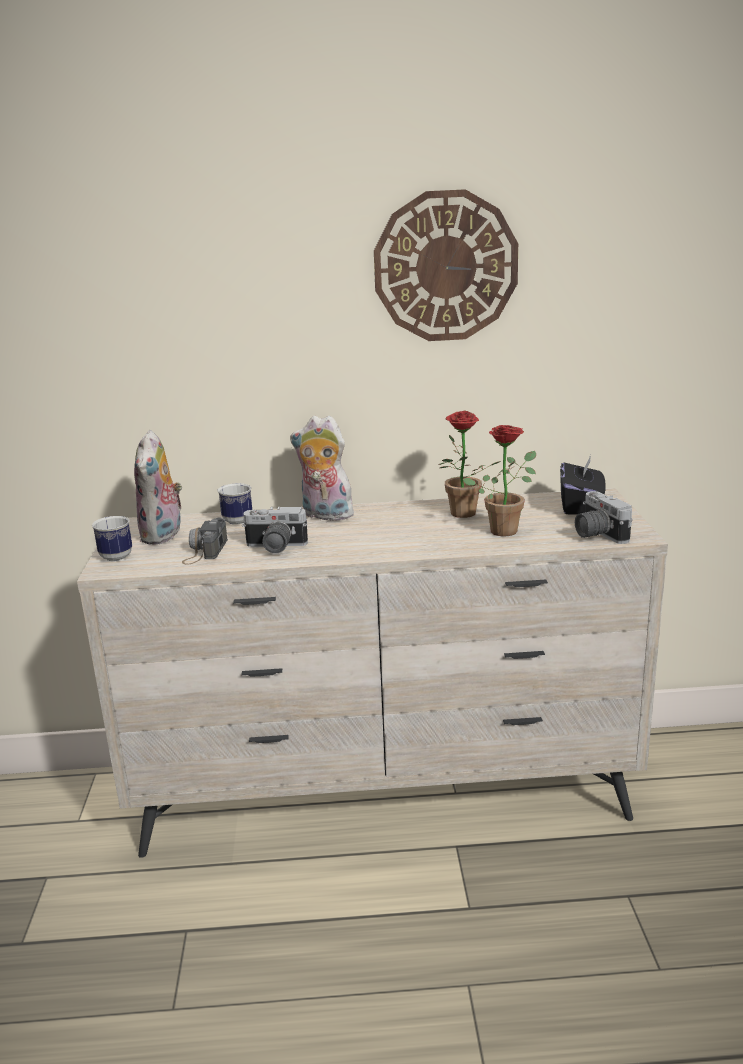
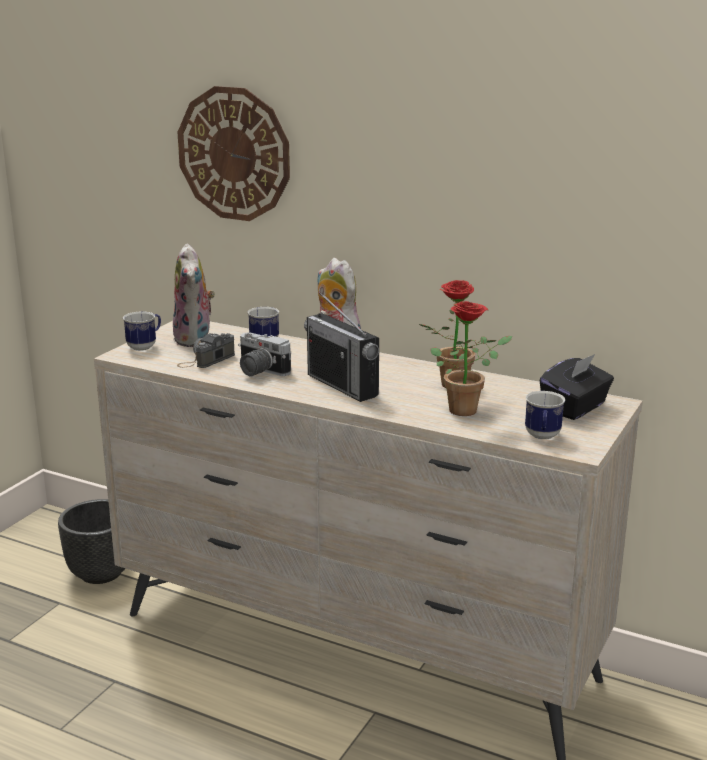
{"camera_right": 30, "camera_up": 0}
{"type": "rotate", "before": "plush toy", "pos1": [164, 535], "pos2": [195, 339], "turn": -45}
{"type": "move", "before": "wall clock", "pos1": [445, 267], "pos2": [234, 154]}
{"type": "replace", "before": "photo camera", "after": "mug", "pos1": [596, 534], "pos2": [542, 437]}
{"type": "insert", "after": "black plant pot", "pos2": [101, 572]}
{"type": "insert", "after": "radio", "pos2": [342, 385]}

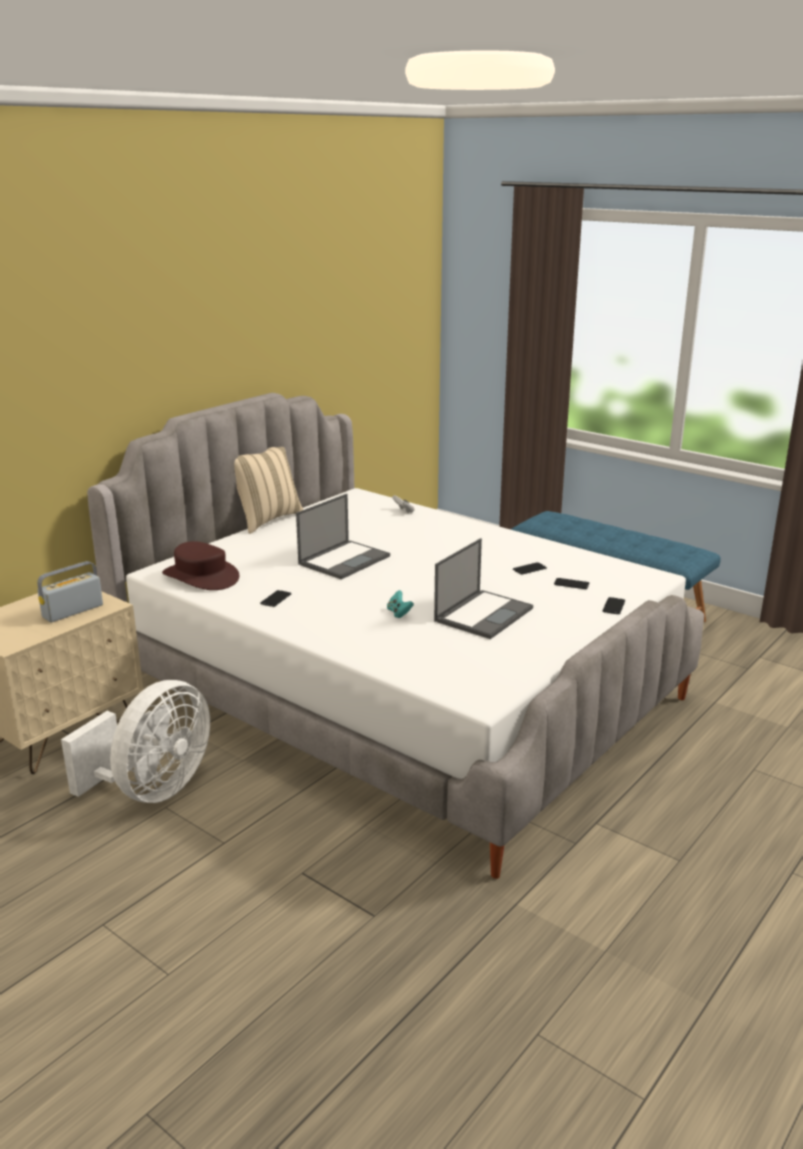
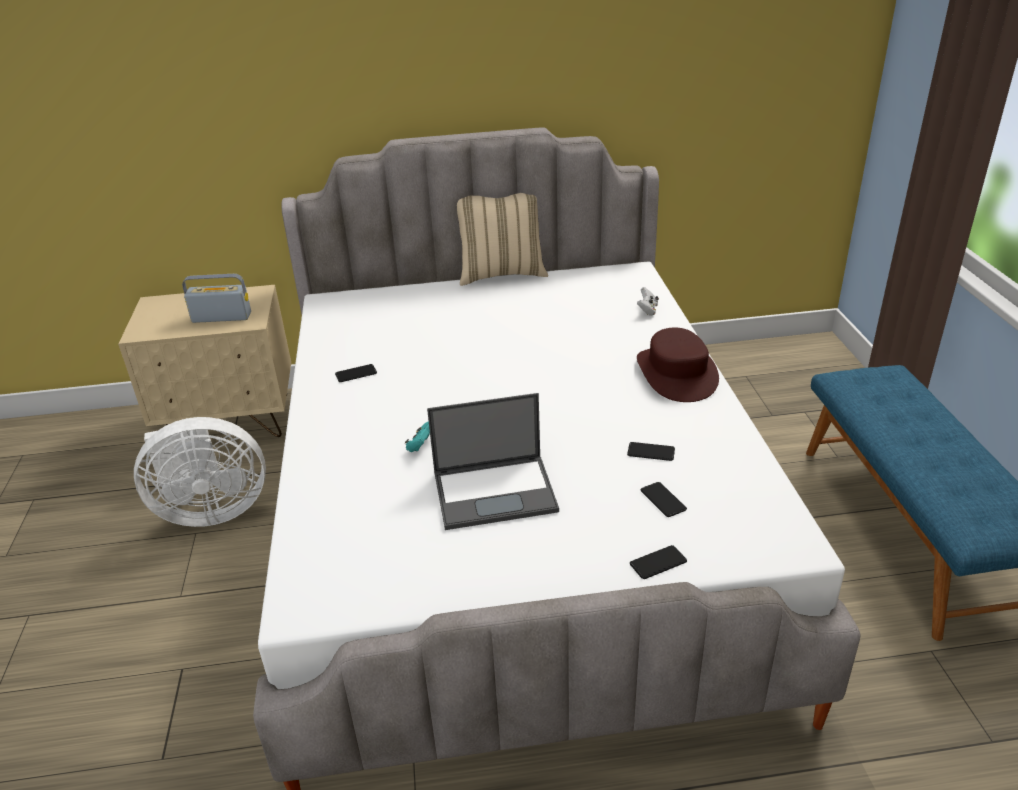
{"camera_right": 45, "camera_up": 10}
{"type": "move", "before": "brown-coloured wearable hat", "pos1": [201, 576], "pos2": [677, 374]}
{"type": "delete", "before": "notebook computer", "pos1": [344, 560]}

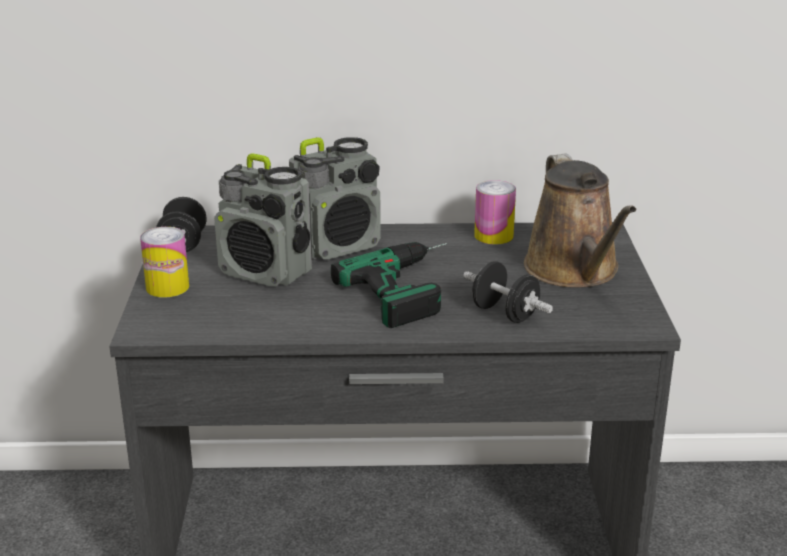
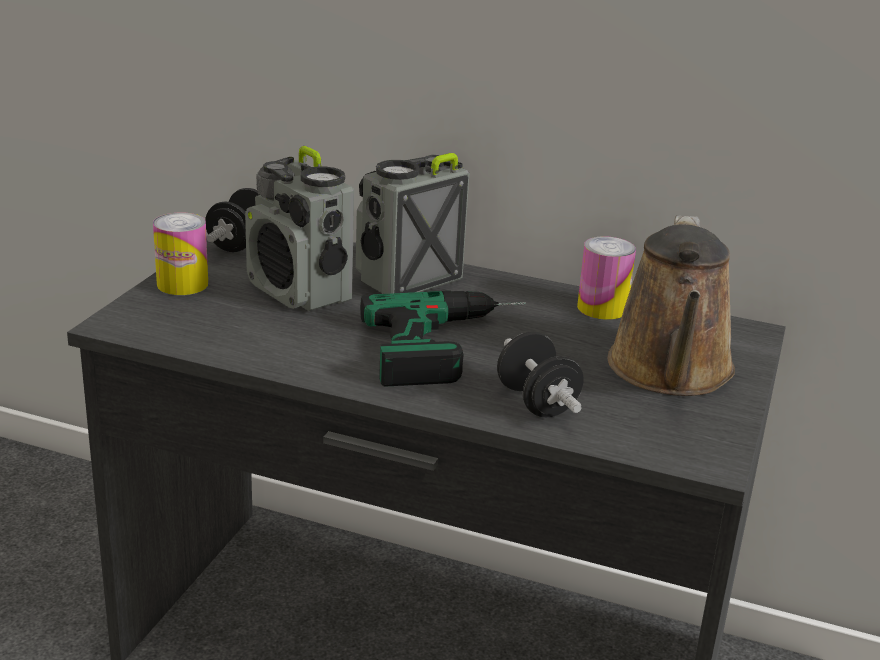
{"camera_right": 20, "camera_up": 0}
{"type": "rotate", "before": "radio", "pos1": [338, 246], "pos2": [407, 281], "turn": 150}

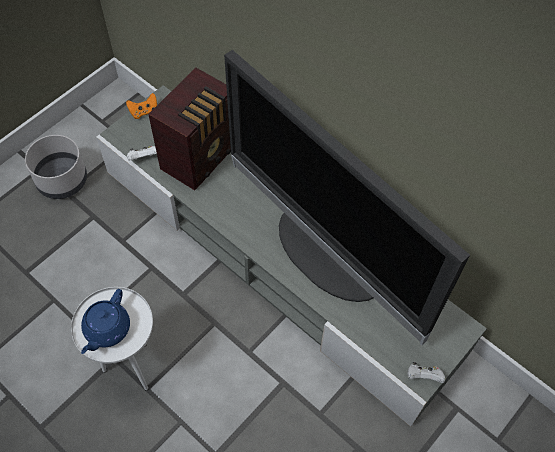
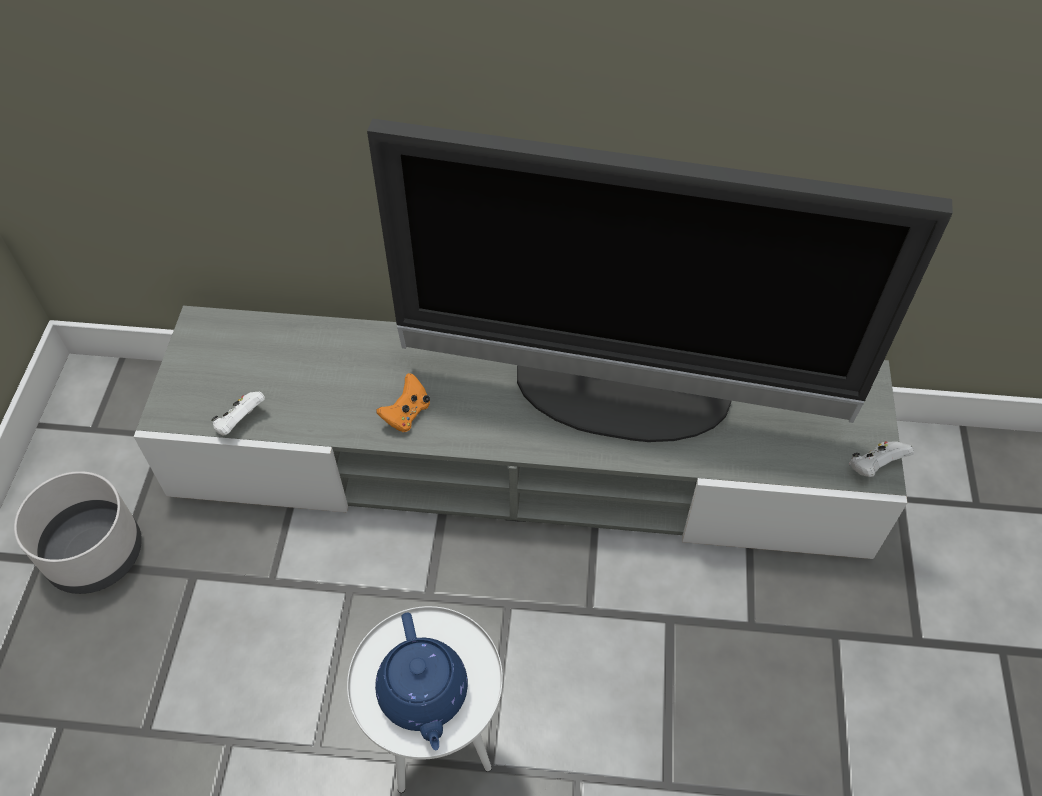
{"camera_right": -35, "camera_up": -5}
{"type": "move", "before": "orange game controller", "pos1": [144, 112], "pos2": [406, 414]}
{"type": "delete", "before": "radio", "pos1": [201, 157]}

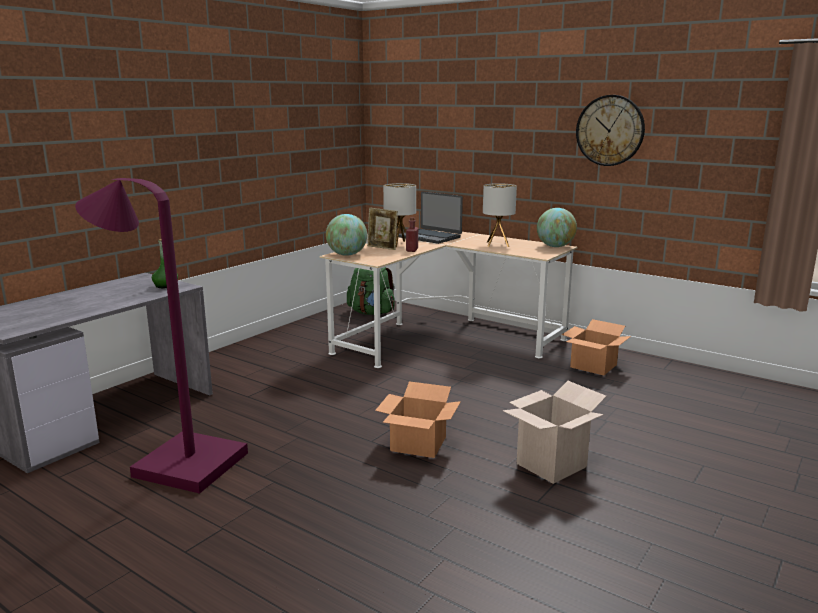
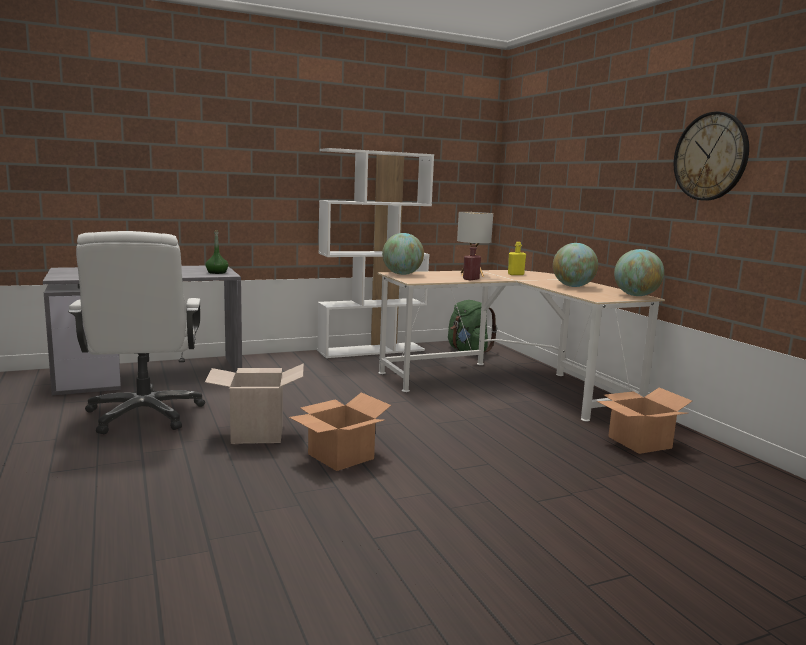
{"camera_right": 30, "camera_up": -5}
{"type": "replace", "before": "purple standing lamp", "after": "white-coloured computer chair", "pos1": [177, 462], "pos2": [145, 415]}
{"type": "delete", "before": "photo frame", "pos1": [382, 248]}
{"type": "replace", "before": "notebook computer", "after": "yellow-coloured drink bottle", "pos1": [430, 237], "pos2": [515, 274]}
{"type": "replace", "before": "table lamp", "after": "desk globe", "pos1": [497, 244], "pos2": [573, 286]}
{"type": "move", "before": "packing box", "pos1": [551, 465], "pos2": [257, 434]}
{"type": "insert", "after": "white-coloured bookcase", "pos2": [372, 350]}

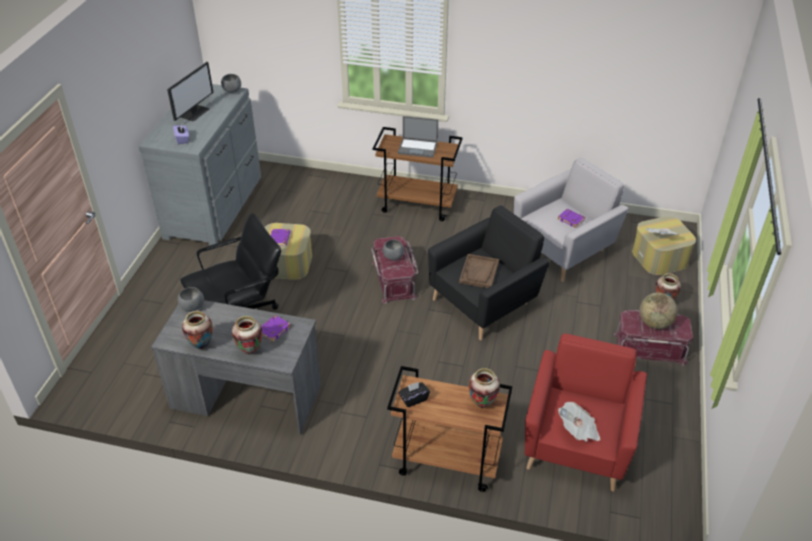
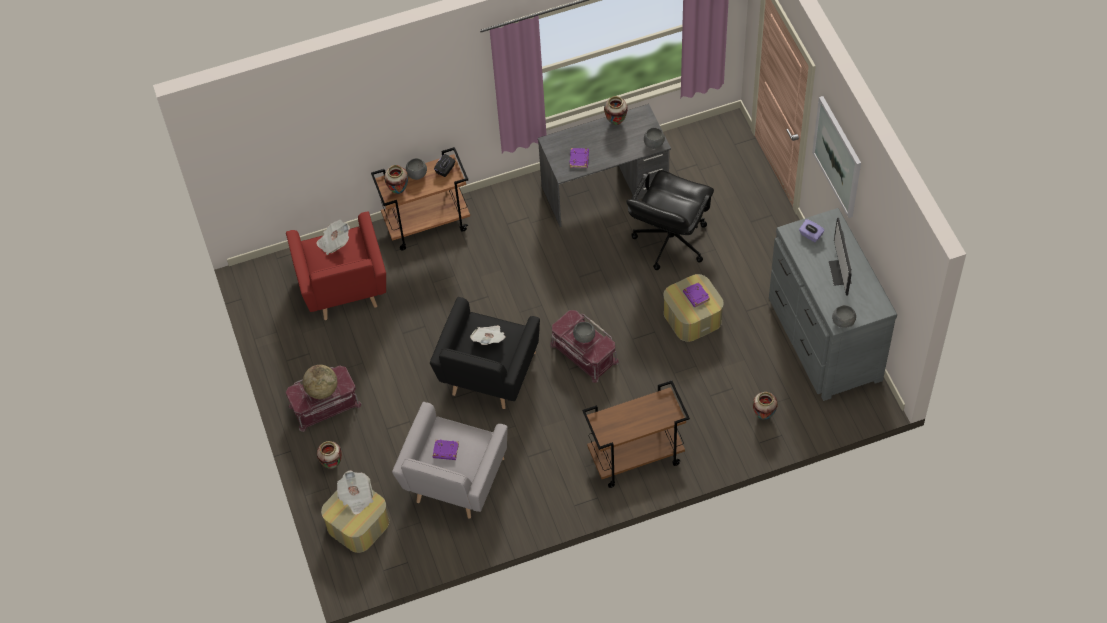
{"camera_right": 150, "camera_up": 15}
{"type": "move", "before": "decorative vase", "pos1": [250, 351], "pos2": [763, 416]}
{"type": "delete", "before": "notebook computer", "pos1": [418, 148]}
{"type": "replace", "before": "brown-coloured carrying tray", "after": "daily paper", "pos1": [479, 272], "pos2": [489, 339]}
{"type": "insert", "after": "grey deep dish", "pos2": [417, 174]}
{"type": "insert", "after": "wall art", "pos2": [837, 156]}

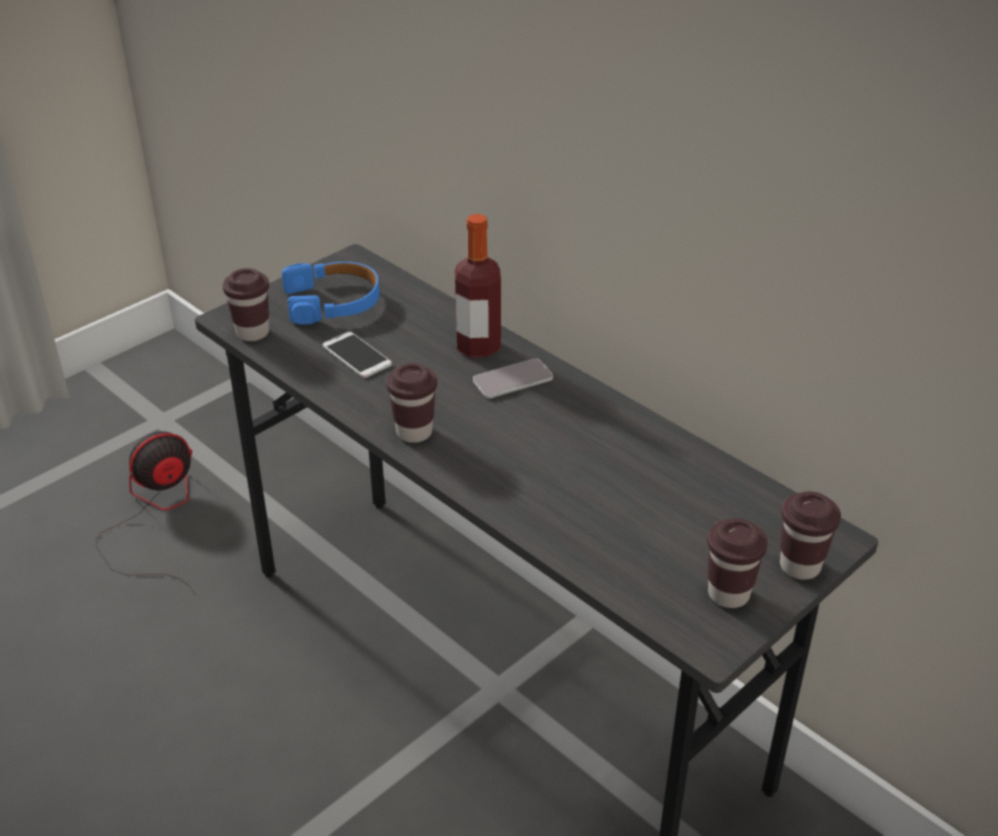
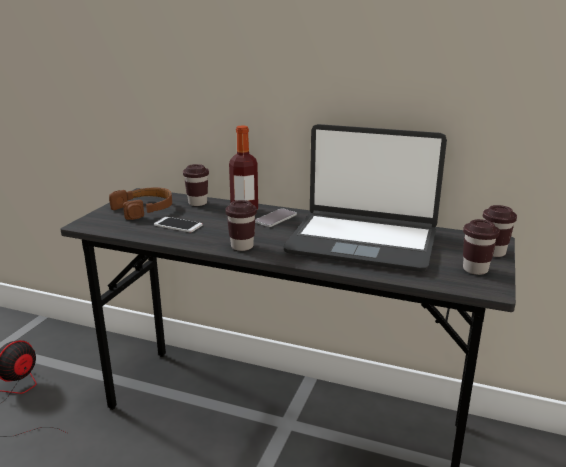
{"camera_right": -25, "camera_up": -15}
{"type": "move", "before": "brown-coloured small cup", "pos1": [252, 333], "pos2": [197, 203]}
{"type": "recolor", "before": "bluish headset", "after": "brown-coloured headset", "pos1": [333, 302], "pos2": [144, 209]}
{"type": "insert", "after": "notebook computer", "pos2": [362, 242]}

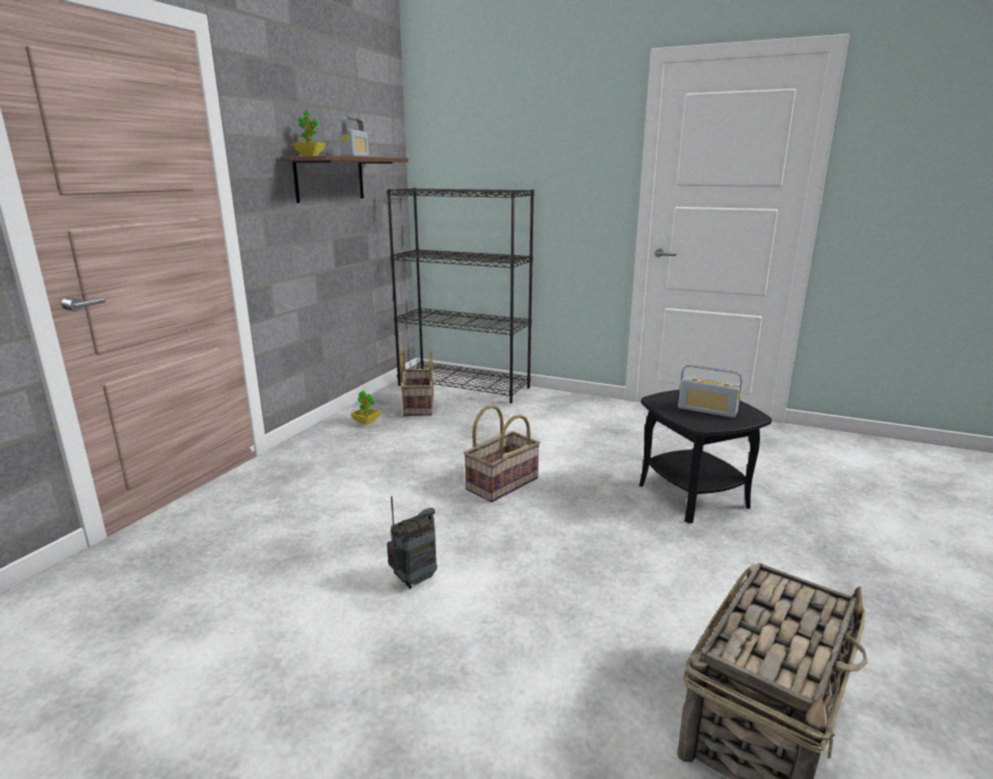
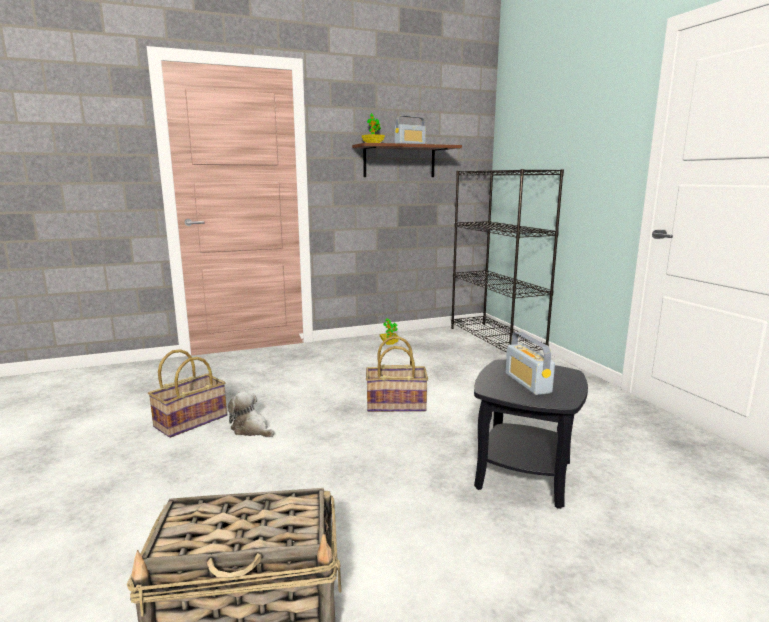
{"camera_right": 45, "camera_up": -5}
{"type": "replace", "before": "radio", "after": "plush toy", "pos1": [416, 580], "pos2": [251, 429]}
{"type": "move", "before": "basket", "pos1": [418, 406], "pos2": [191, 421]}

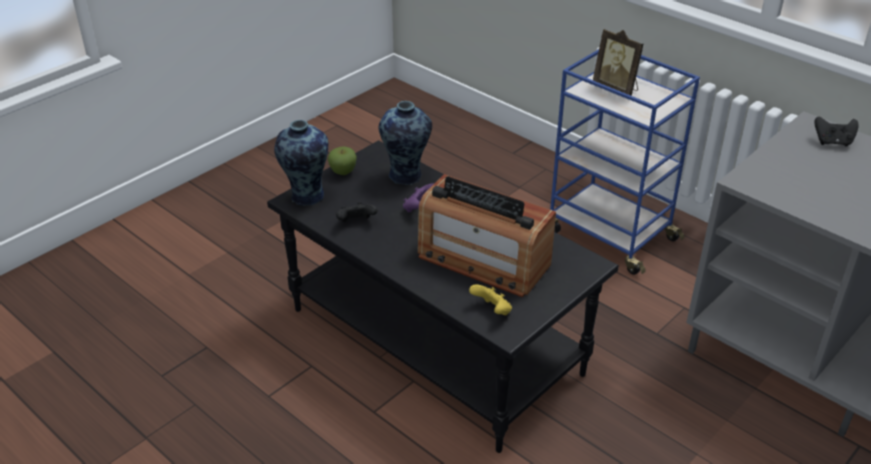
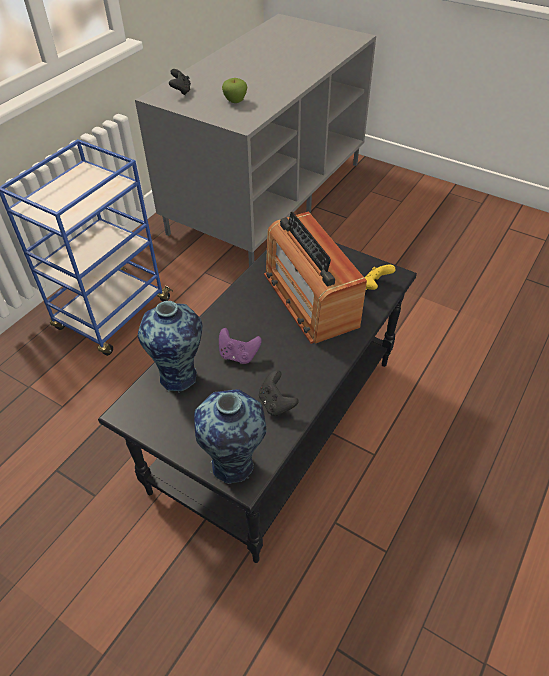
{"camera_right": -100, "camera_up": 10}
{"type": "move", "before": "apple fruit", "pos1": [343, 172], "pos2": [235, 101]}
{"type": "rotate", "before": "radio", "pos1": [483, 260], "pos2": [310, 299], "turn": 135}
{"type": "delete", "before": "photo frame", "pos1": [616, 89]}

